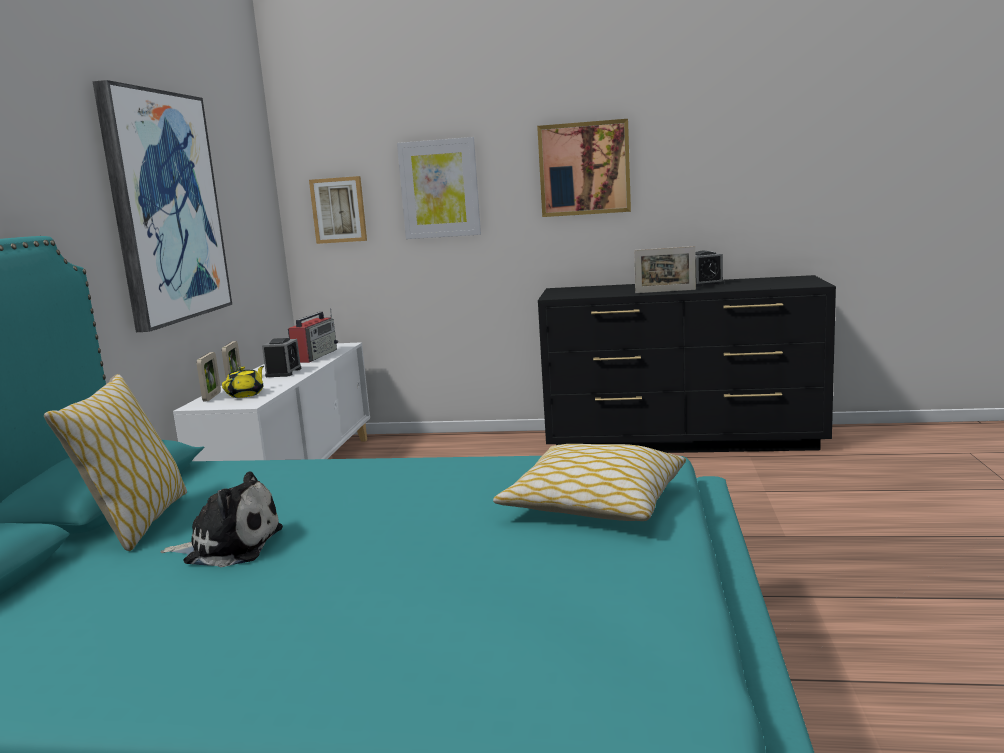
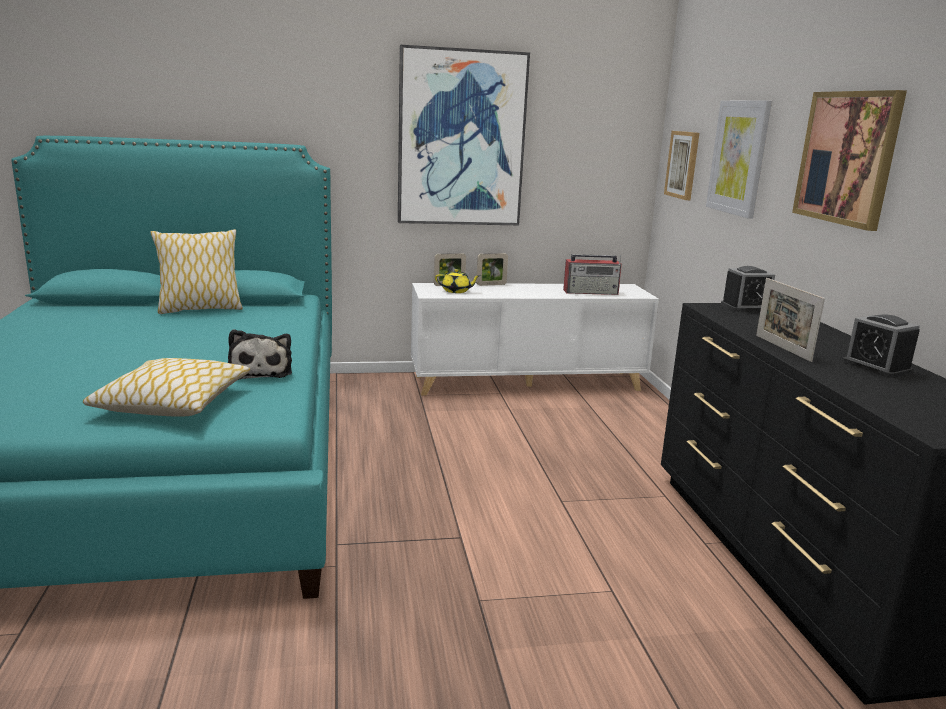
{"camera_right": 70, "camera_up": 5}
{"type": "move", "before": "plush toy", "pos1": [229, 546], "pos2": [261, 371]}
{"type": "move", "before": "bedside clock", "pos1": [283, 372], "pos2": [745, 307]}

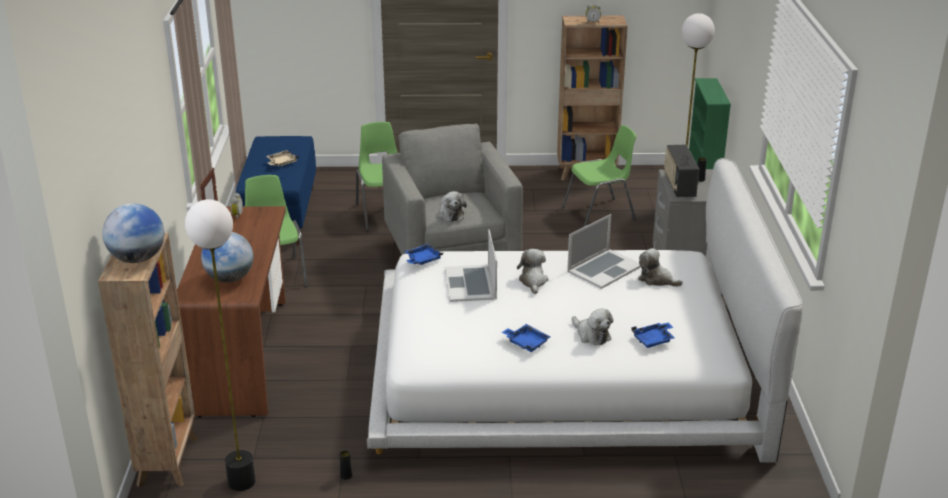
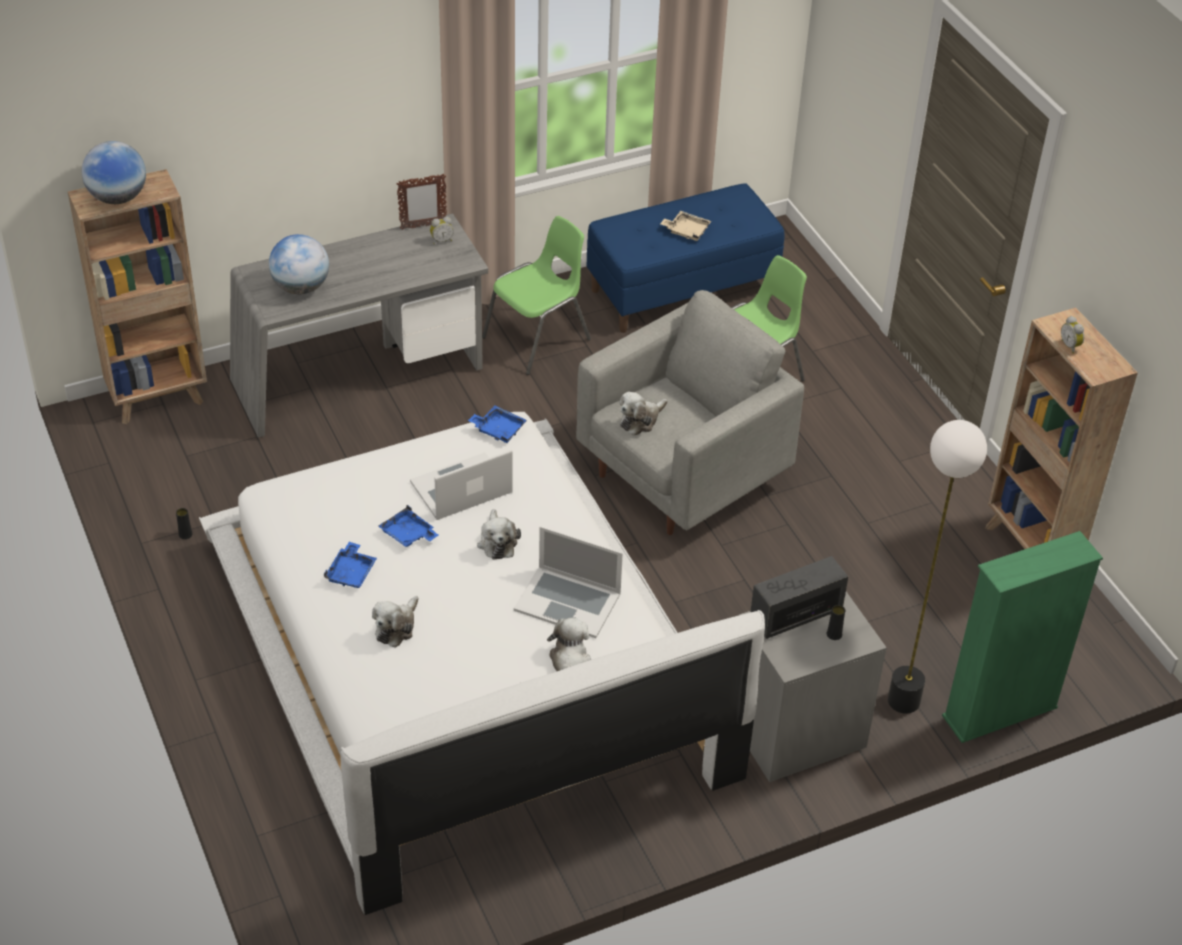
{"camera_right": 65, "camera_up": 15}
{"type": "recolor", "before": "brown-coloured desk unit", "after": "grey desk unit", "pos1": [243, 355], "pos2": [360, 378]}
{"type": "delete", "before": "standing lamp", "pos1": [241, 481]}
{"type": "rotate", "before": "plush toy", "pos1": [533, 281], "pos2": [497, 542], "turn": 105}
{"type": "delete", "before": "greenish chair", "pos1": [600, 213]}
{"type": "move", "before": "bluish carrying tray", "pos1": [654, 340], "pos2": [408, 535]}

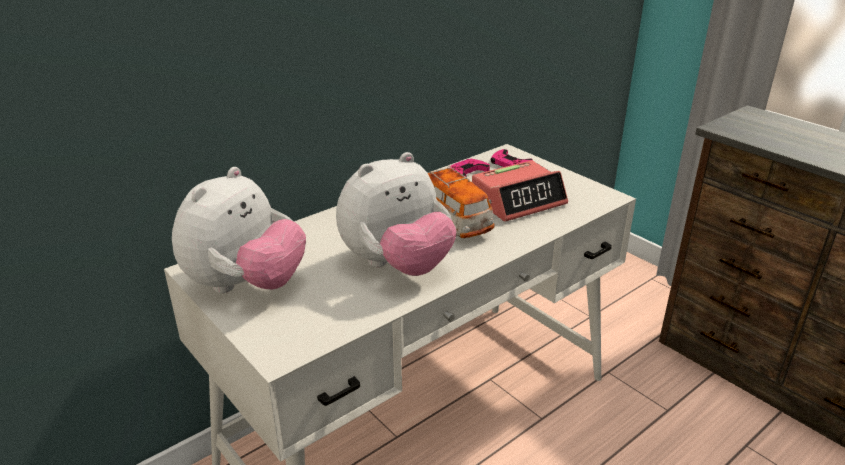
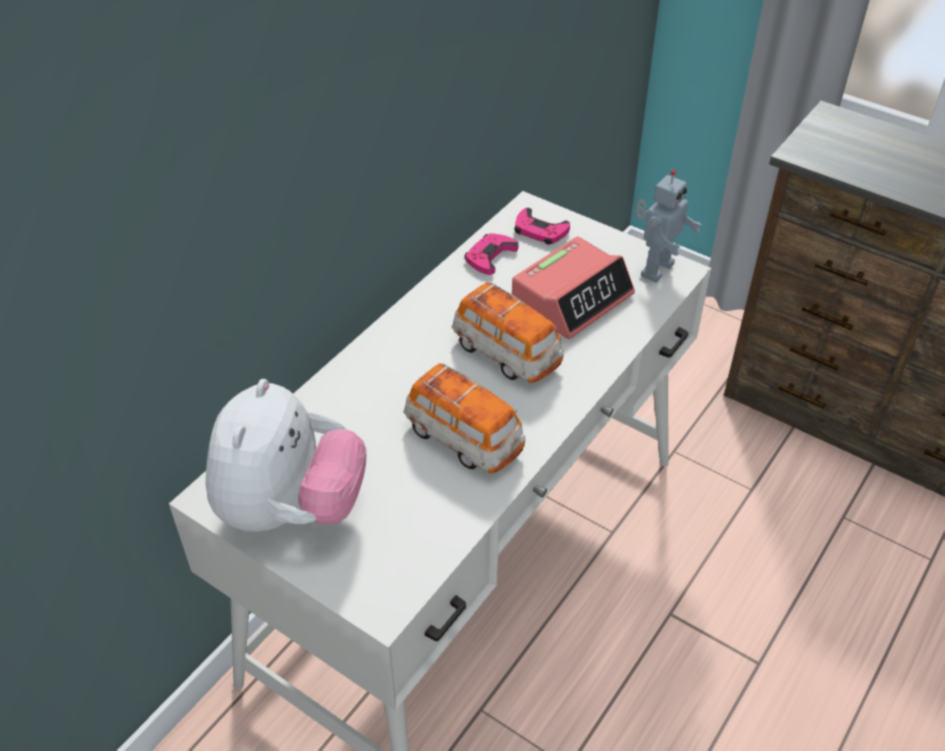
{"camera_right": -15, "camera_up": 15}
{"type": "replace", "before": "plush toy", "after": "miniature car", "pos1": [397, 266], "pos2": [464, 439]}
{"type": "insert", "after": "toy robot", "pos2": [655, 269]}

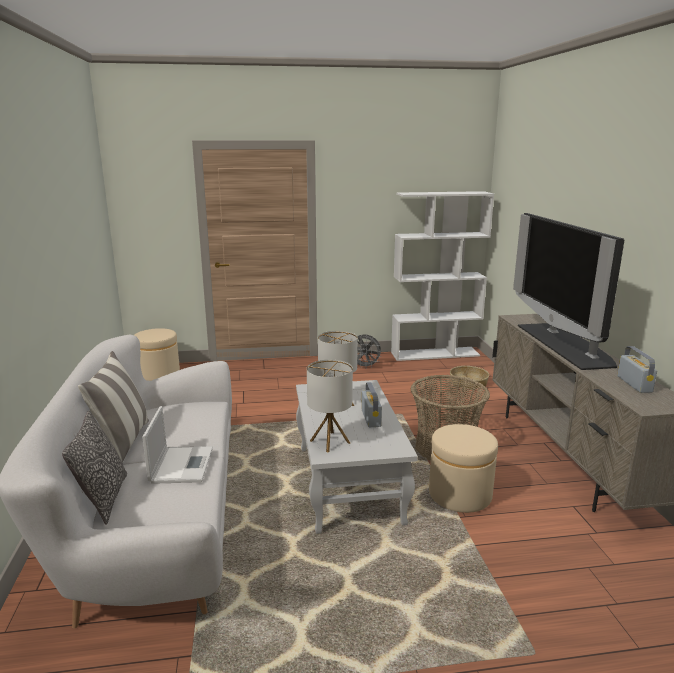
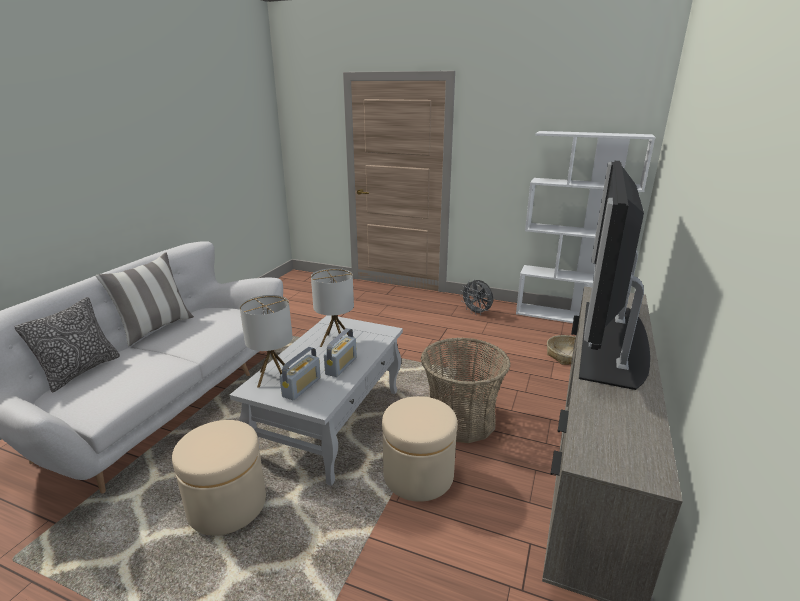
{"camera_right": 30, "camera_up": 5}
{"type": "move", "before": "beige-coloured ottoman", "pos1": [158, 374], "pos2": [227, 505]}
{"type": "delete", "before": "notebook computer", "pos1": [182, 464]}
{"type": "move", "before": "radio", "pos1": [634, 384], "pos2": [302, 387]}

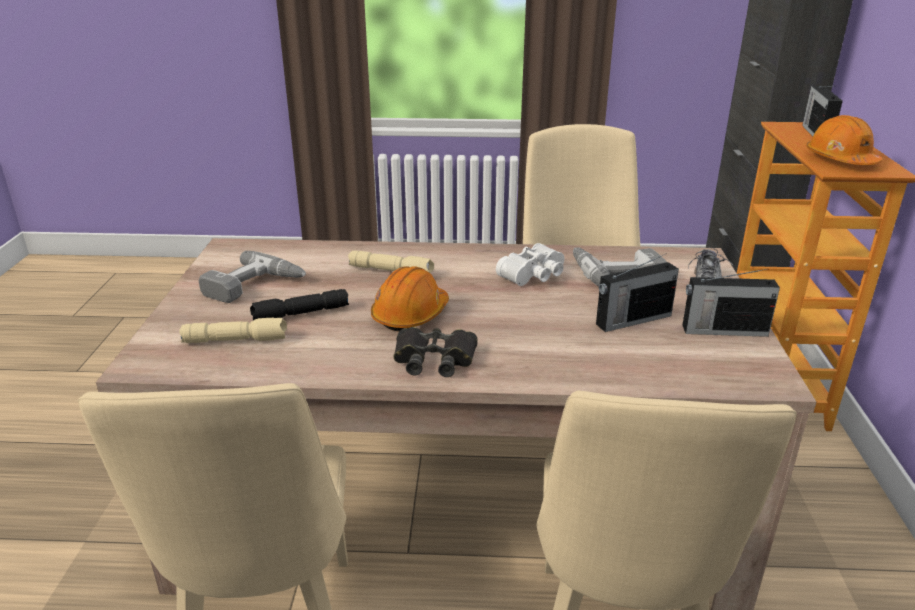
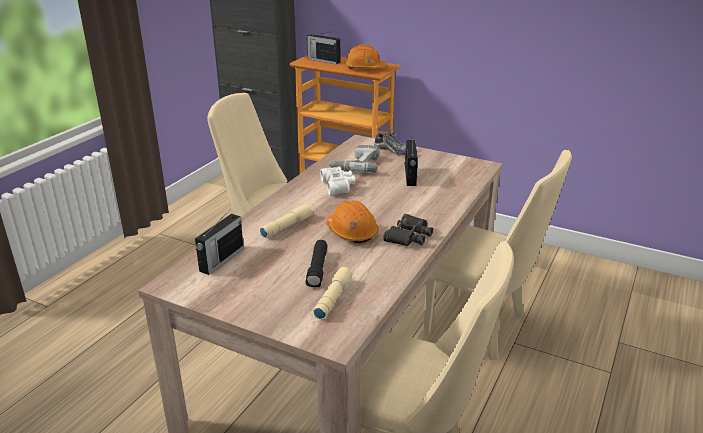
{"camera_right": -65, "camera_up": 0}
{"type": "delete", "before": "electric drill", "pos1": [255, 287]}
{"type": "move", "before": "radio", "pos1": [722, 330], "pos2": [221, 260]}

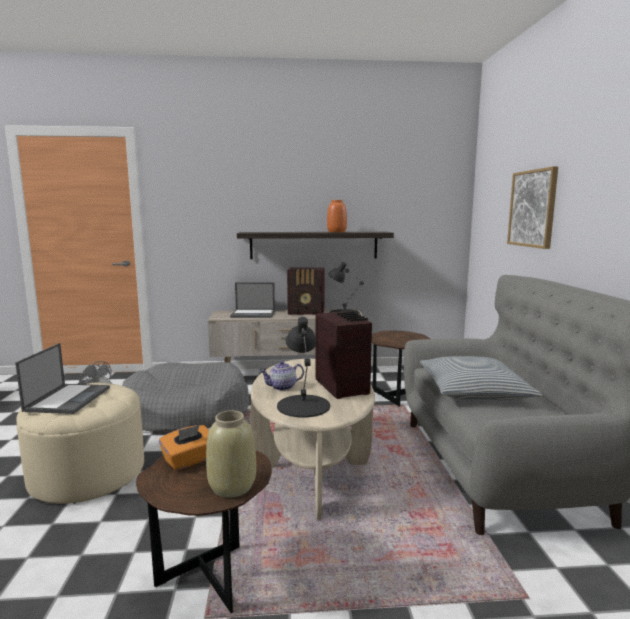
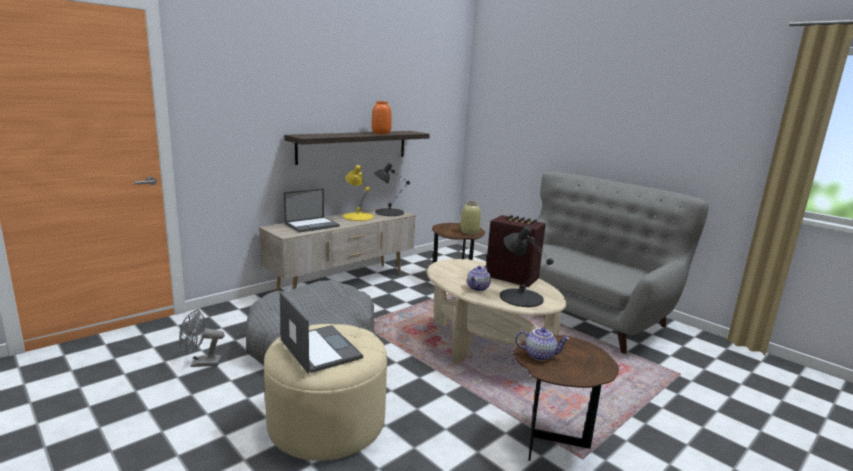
{"camera_right": -40, "camera_up": 5}
{"type": "replace", "before": "orange box of tissues", "after": "teapot", "pos1": [189, 460], "pos2": [540, 355]}
{"type": "move", "before": "beige-coloured decorative vase", "pos1": [231, 486], "pos2": [469, 232]}
{"type": "replace", "before": "radio", "after": "yellow-coloured table lamp", "pos1": [307, 313], "pos2": [358, 216]}
{"type": "delete", "before": "throw pillow", "pos1": [473, 390]}
{"type": "delete", "before": "wall art", "pos1": [532, 208]}

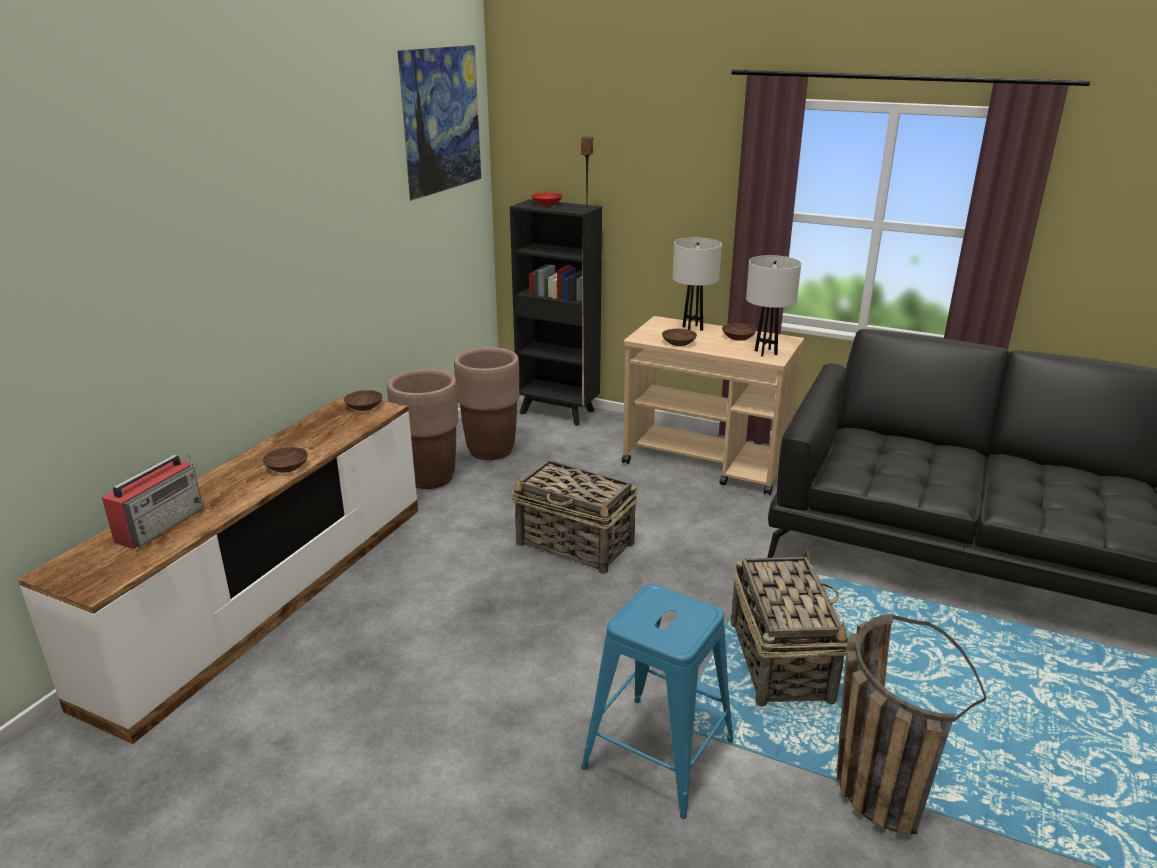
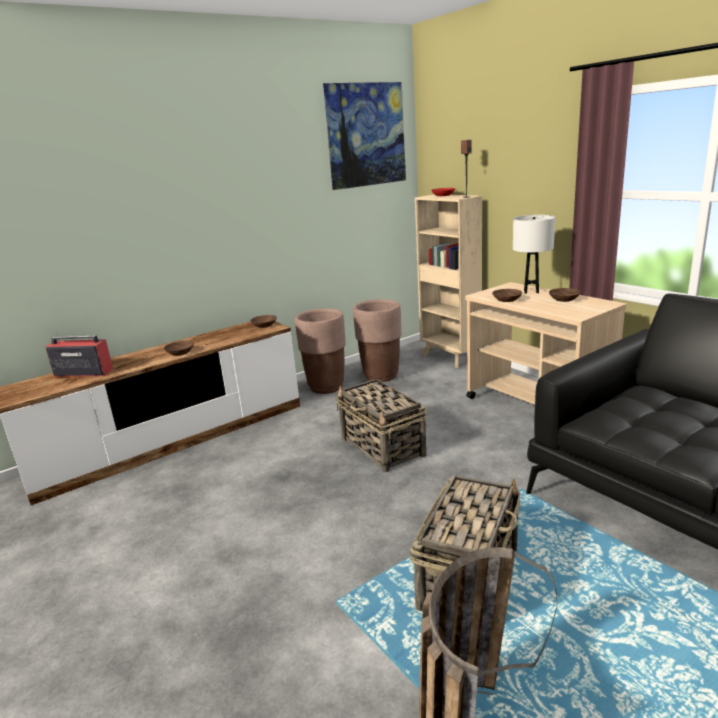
{"camera_right": 30, "camera_up": -5}
{"type": "rotate", "before": "radio", "pos1": [161, 523], "pos2": [83, 373], "turn": -135}
{"type": "recolor", "before": "black bookcase", "after": "beige-coloured bookcase", "pos1": [558, 412], "pos2": [450, 357]}
{"type": "delete", "before": "bluish stool seat", "pos1": [658, 753]}
{"type": "delete", "before": "white-coloured table lamp", "pos1": [766, 352]}

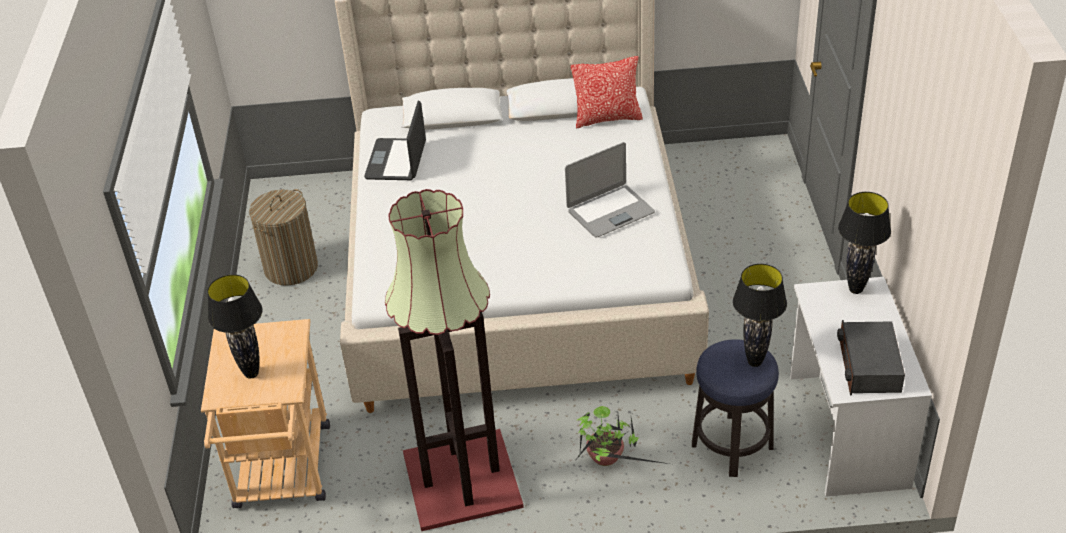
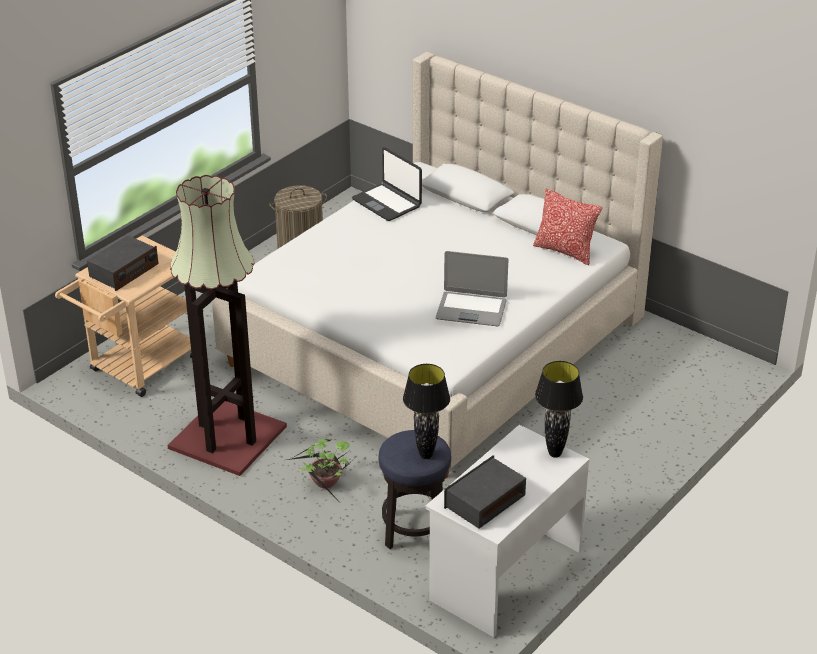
{"camera_right": 40, "camera_up": -5}
{"type": "replace", "before": "black table lamp", "after": "radio", "pos1": [251, 373], "pos2": [124, 271]}
{"type": "rotate", "before": "notebook computer", "pos1": [397, 160], "pos2": [387, 202], "turn": -90}

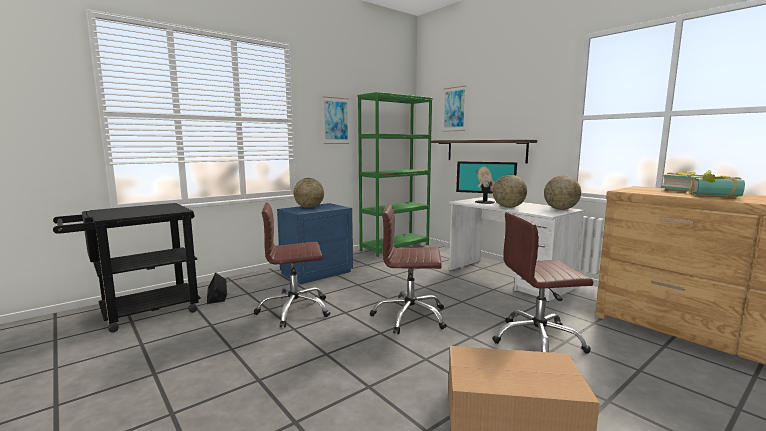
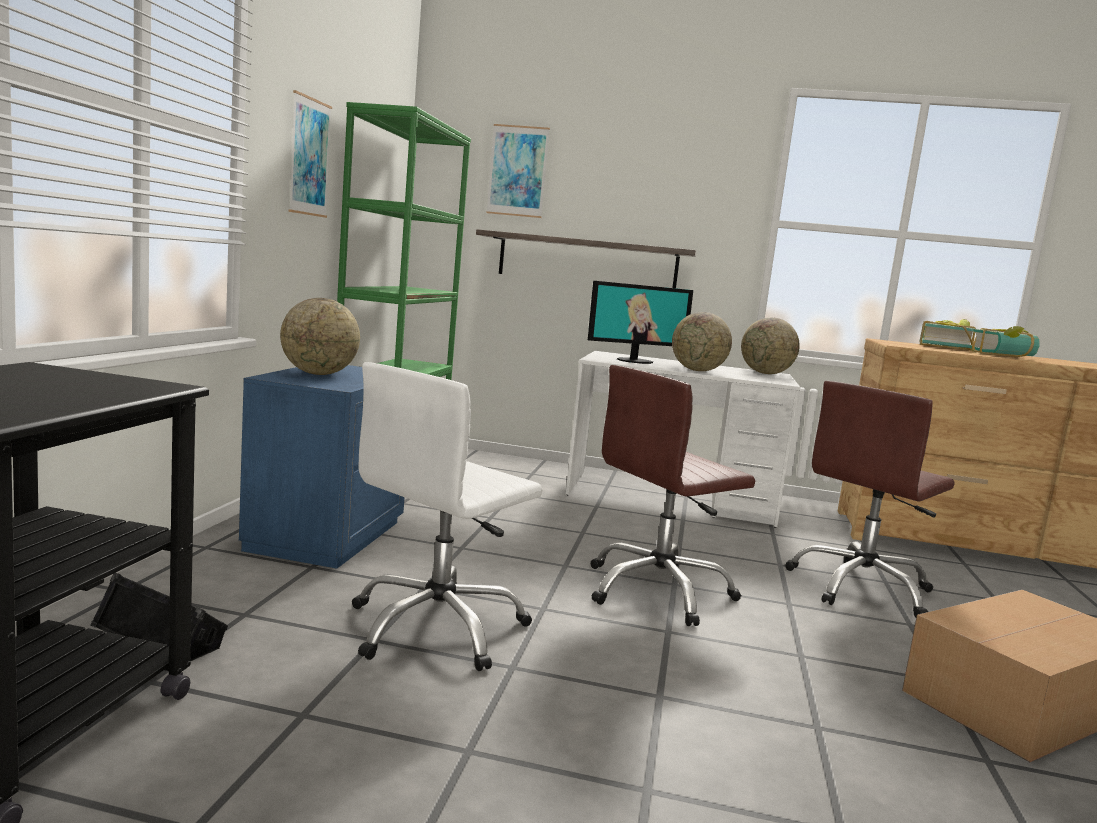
{"camera_right": -40, "camera_up": 0}
{"type": "recolor", "before": "brown-coloured computer chair", "after": "white-coloured computer chair", "pos1": [294, 310], "pos2": [437, 628]}

